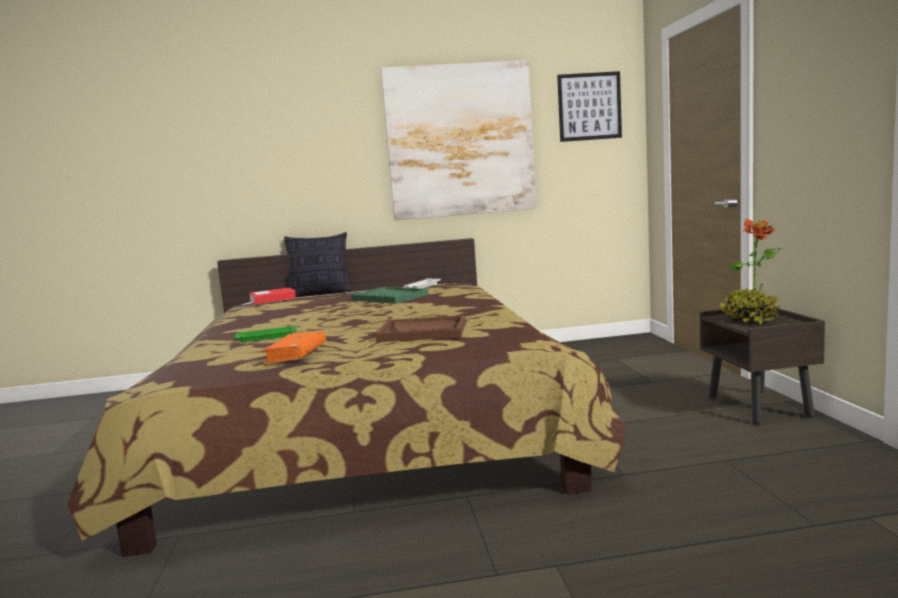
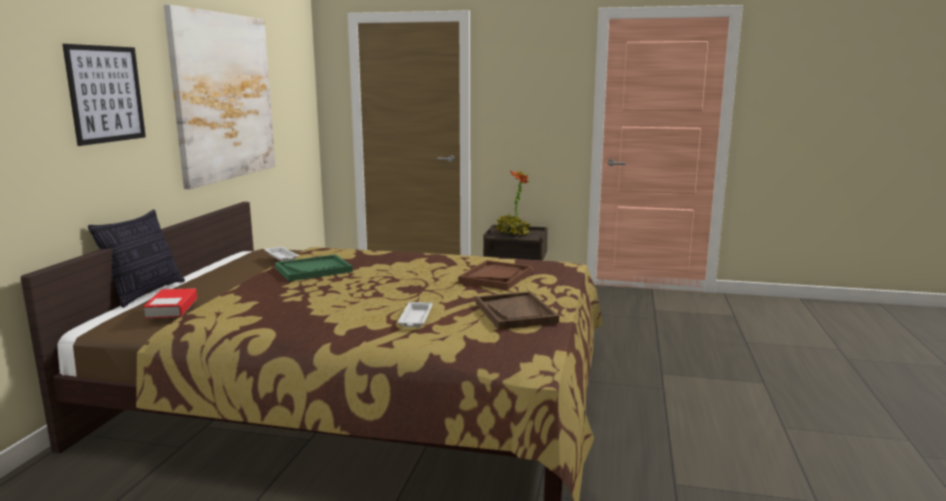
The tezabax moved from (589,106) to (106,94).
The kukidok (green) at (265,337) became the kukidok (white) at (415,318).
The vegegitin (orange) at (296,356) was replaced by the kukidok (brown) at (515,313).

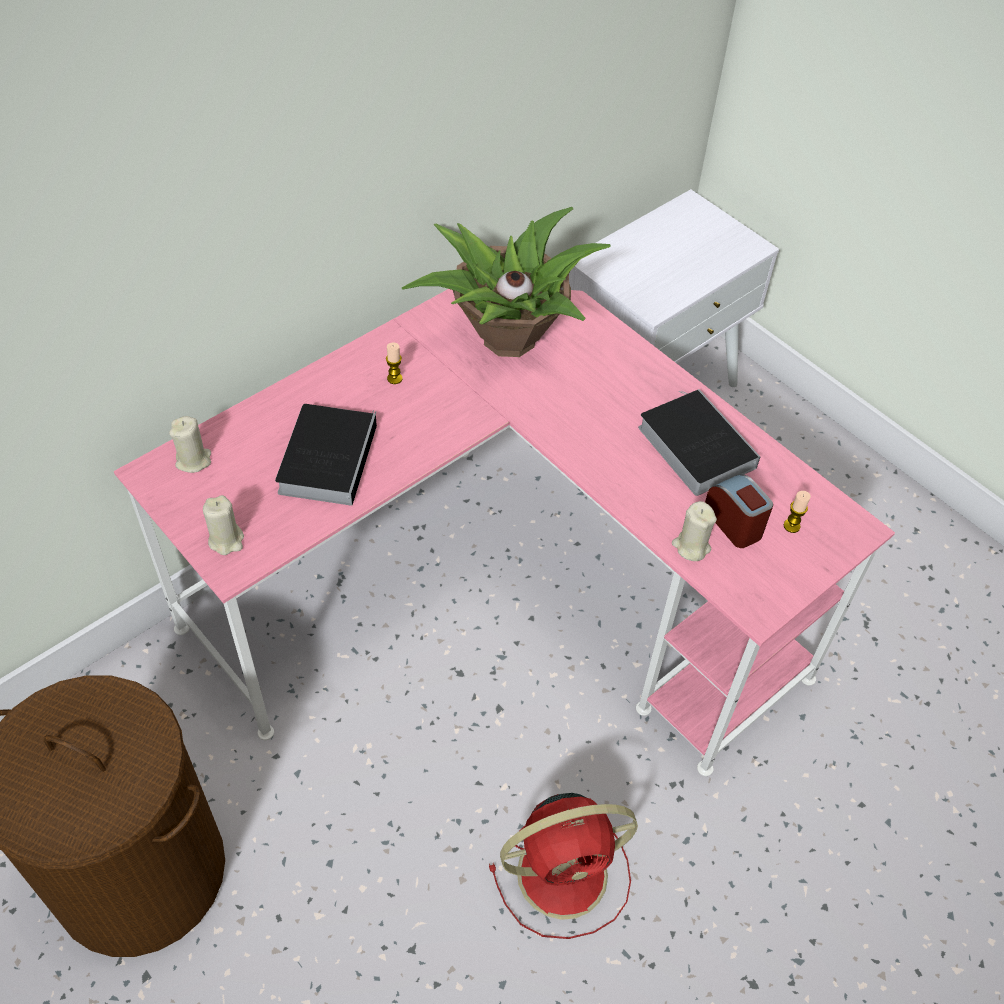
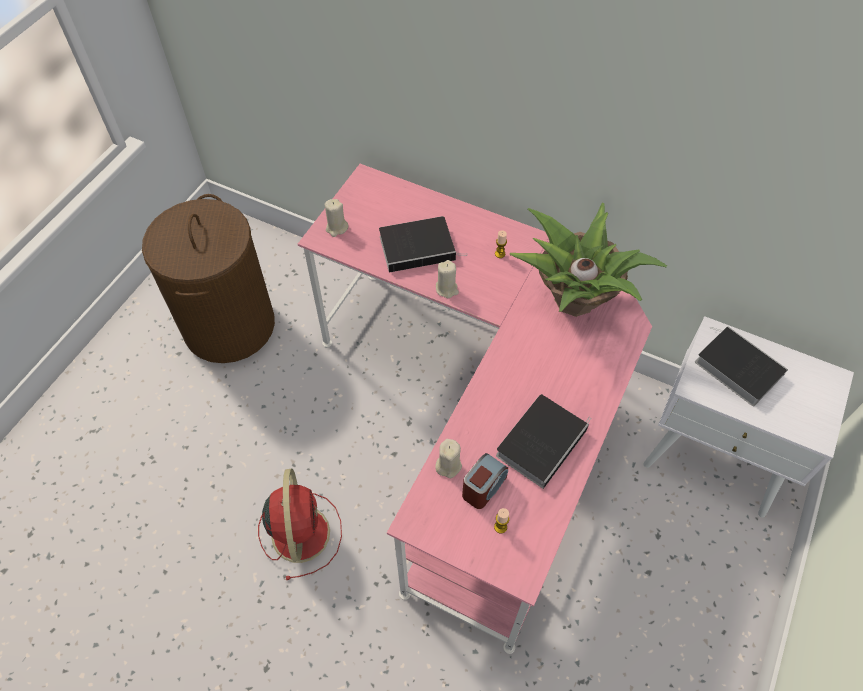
The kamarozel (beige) moved from (193,460) to (447,289).
The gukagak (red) at (566,872) turned 150 degrees counterclockwise.
The vegegitin at (735,367) appeared.

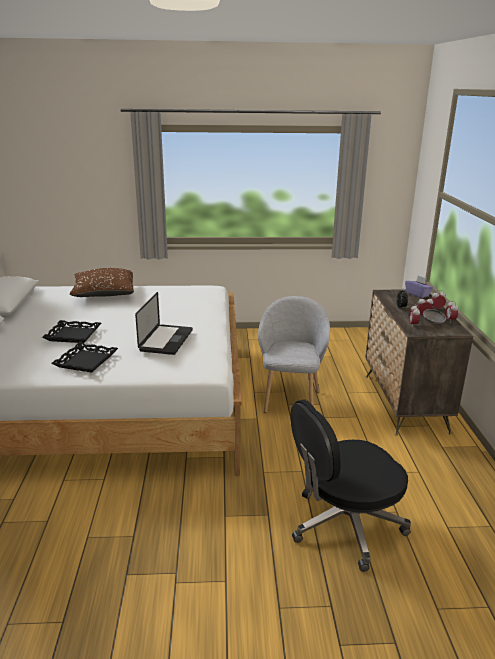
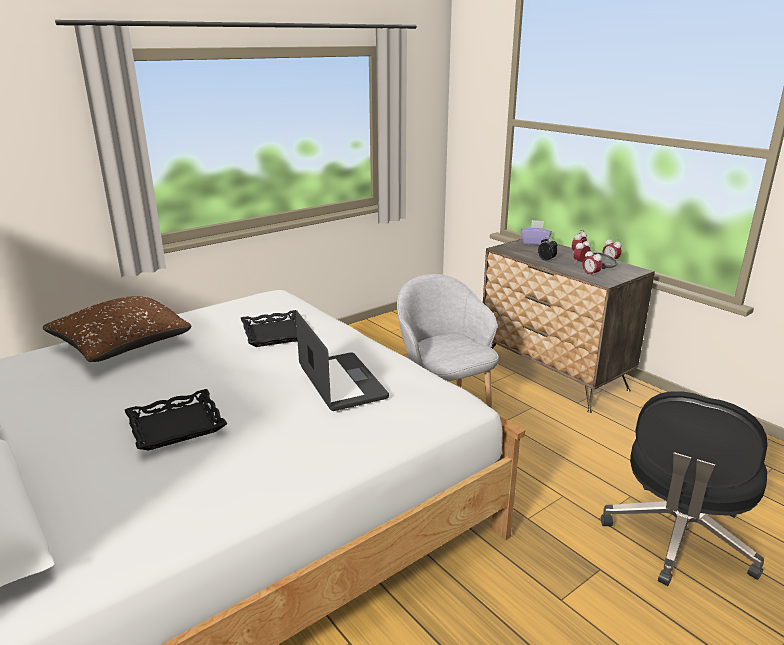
The kukidok (black) moved from (85,361) to (274,333).

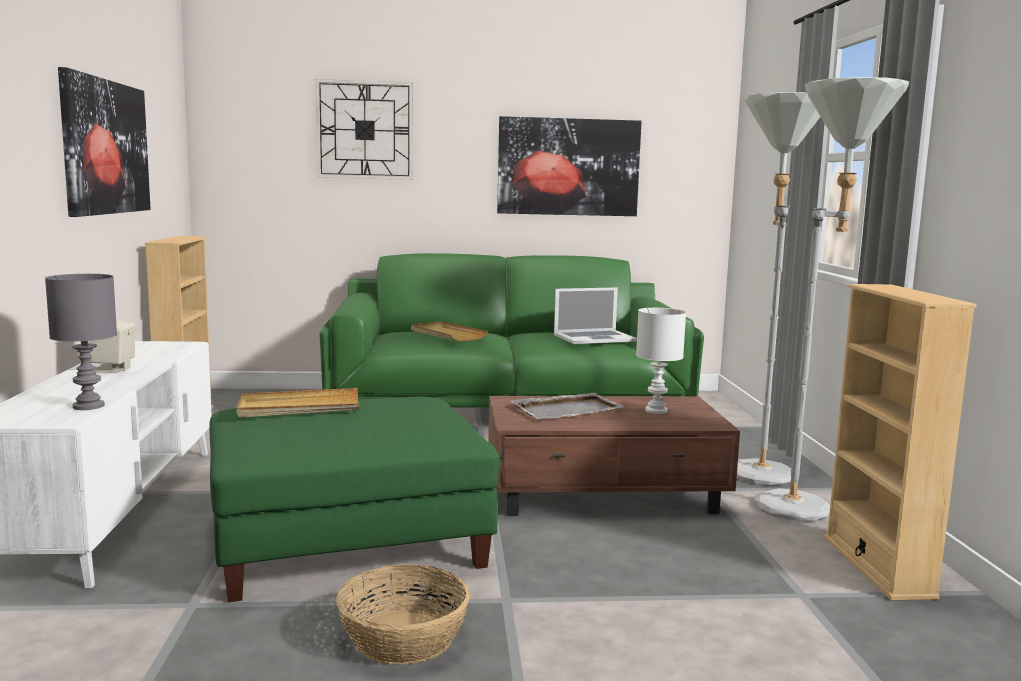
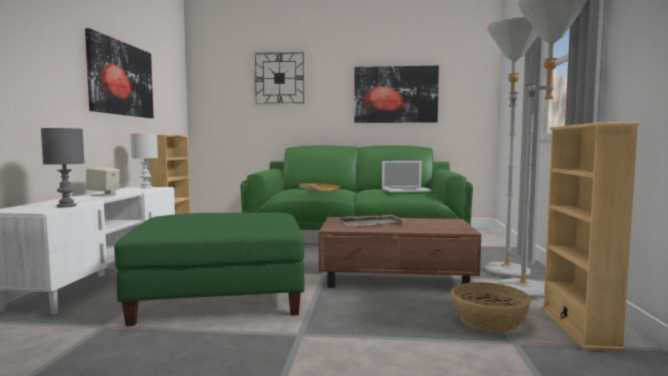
The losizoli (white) moved from (656,410) to (146,187).
The kukidok (beige) at (299,408) disappeared.
The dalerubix moved from (402,638) to (488,320).

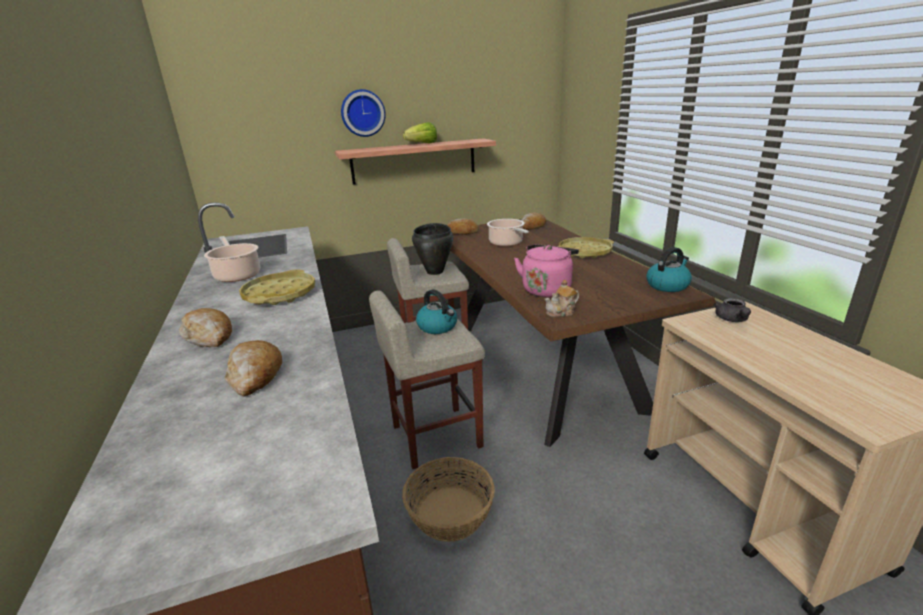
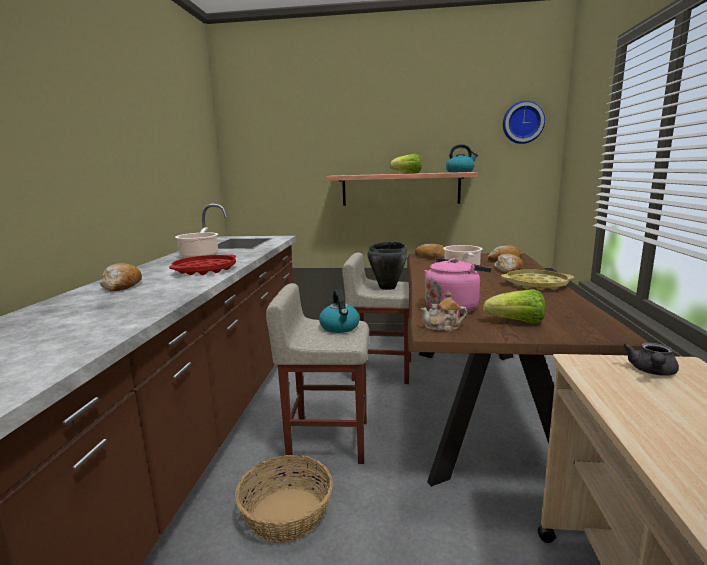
The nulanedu moved from (362,113) to (522,122).
The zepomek moved from (667,285) to (460,172).
The kukidok (yellow) at (280,294) became the kukidok (red) at (205,270).
The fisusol moved from (255,375) to (508,270).
The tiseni at (516,322) appeared.

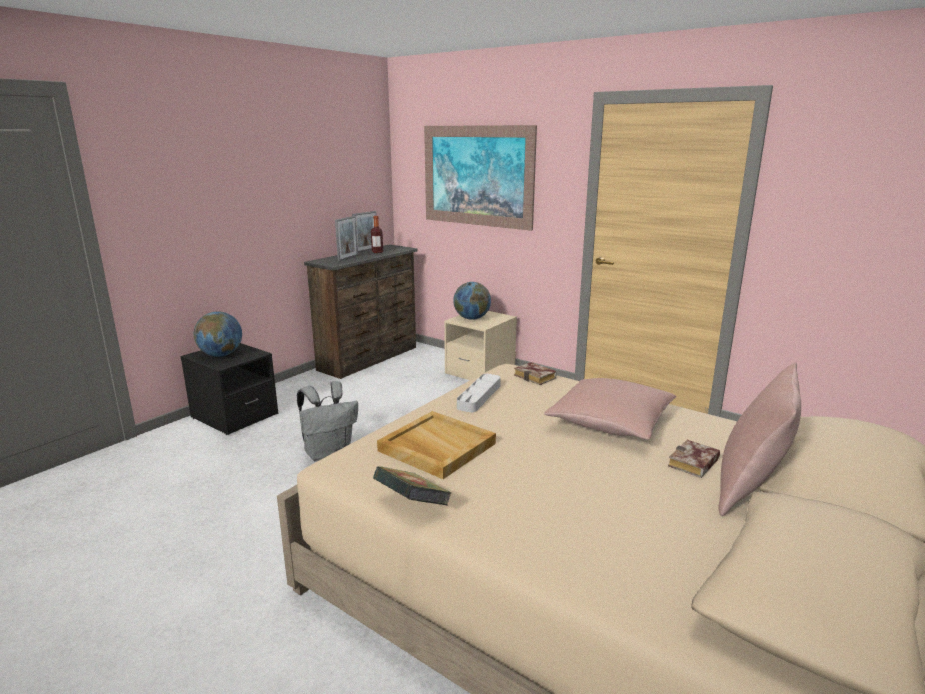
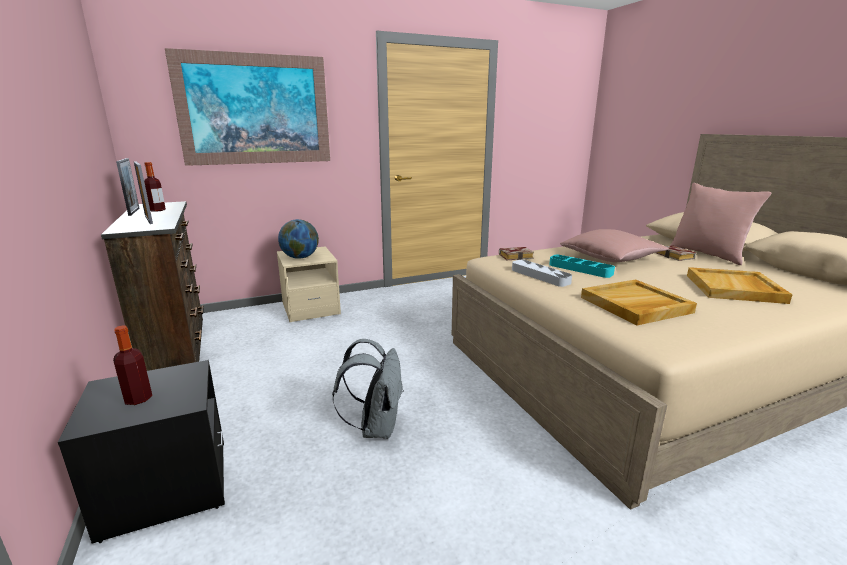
The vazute at (221,355) was replaced by the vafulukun at (138,399).
The vegegitin at (412,505) disappeared.
The kukidok (turquoise) at (580,269) appeared.
The kukidok (beige) at (735,288) appeared.

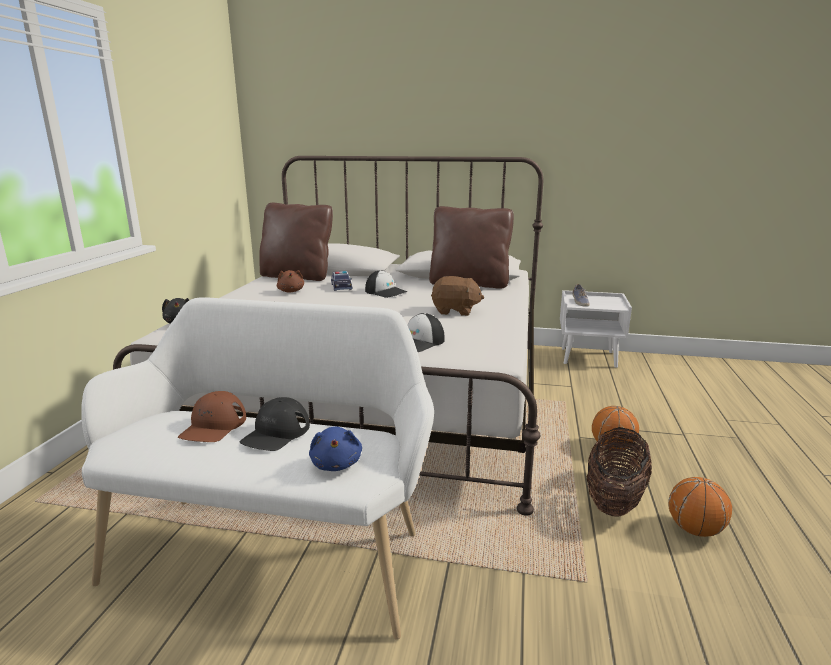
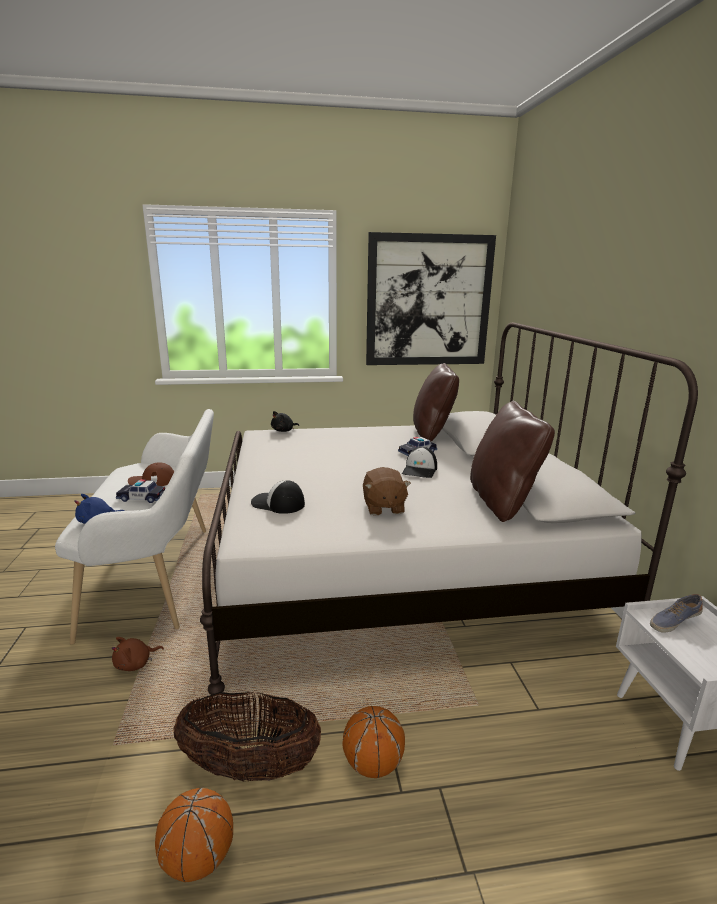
The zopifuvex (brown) moved from (291,291) to (135,664).
The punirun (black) at (276,433) was replaced by the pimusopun at (142,498).
The tezabax at (428,301) appeared.

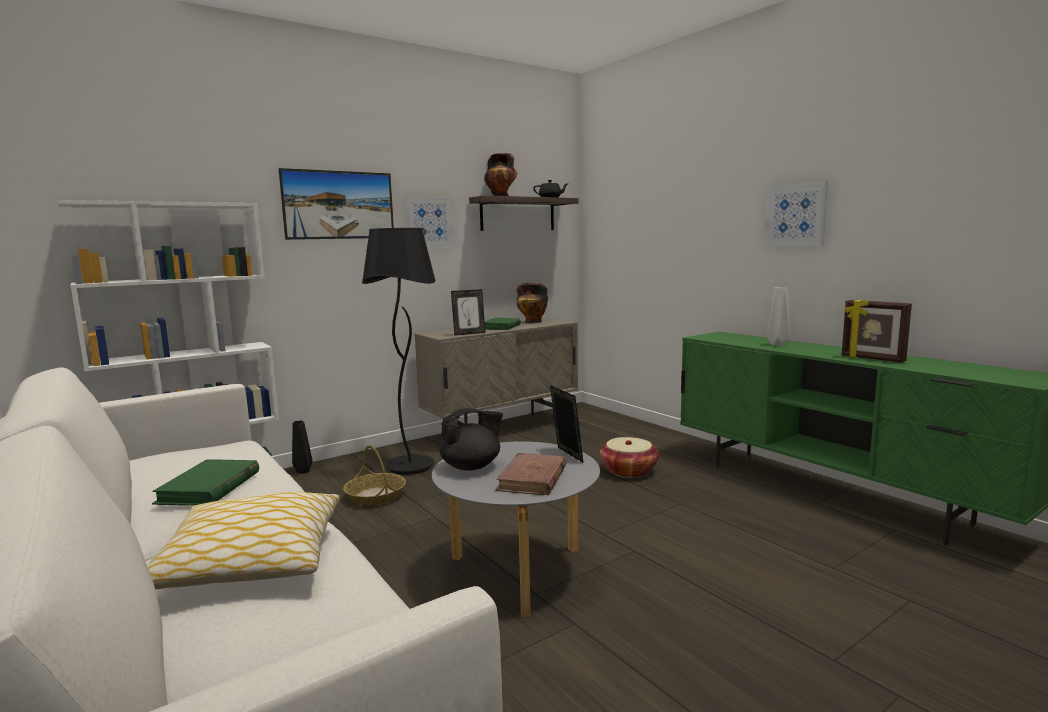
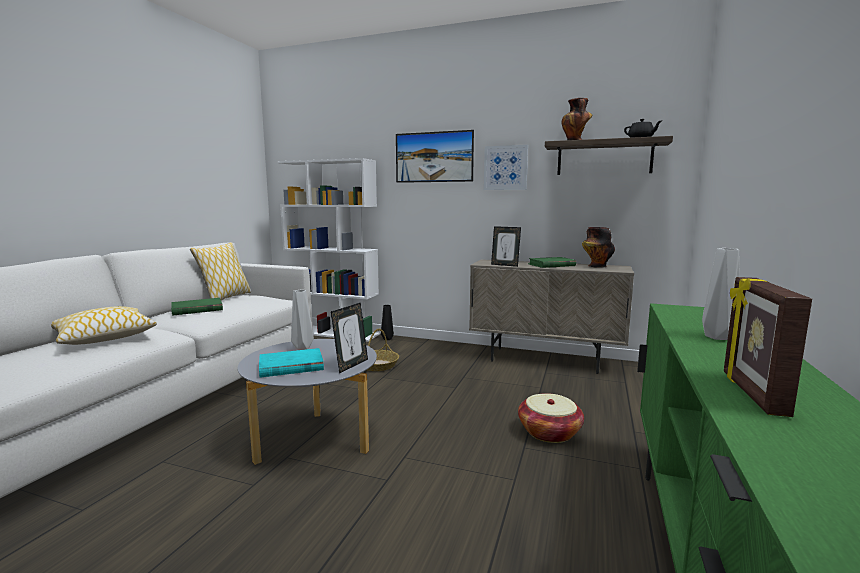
The tezabax at (796,215) disappeared.
The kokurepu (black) at (410,466) disappeared.
The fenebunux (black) at (472,466) was replaced by the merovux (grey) at (302,348).
The vegegitin (brown) at (532,478) became the vegegitin (turquoise) at (290,366).
The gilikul at (225,298) appeared.

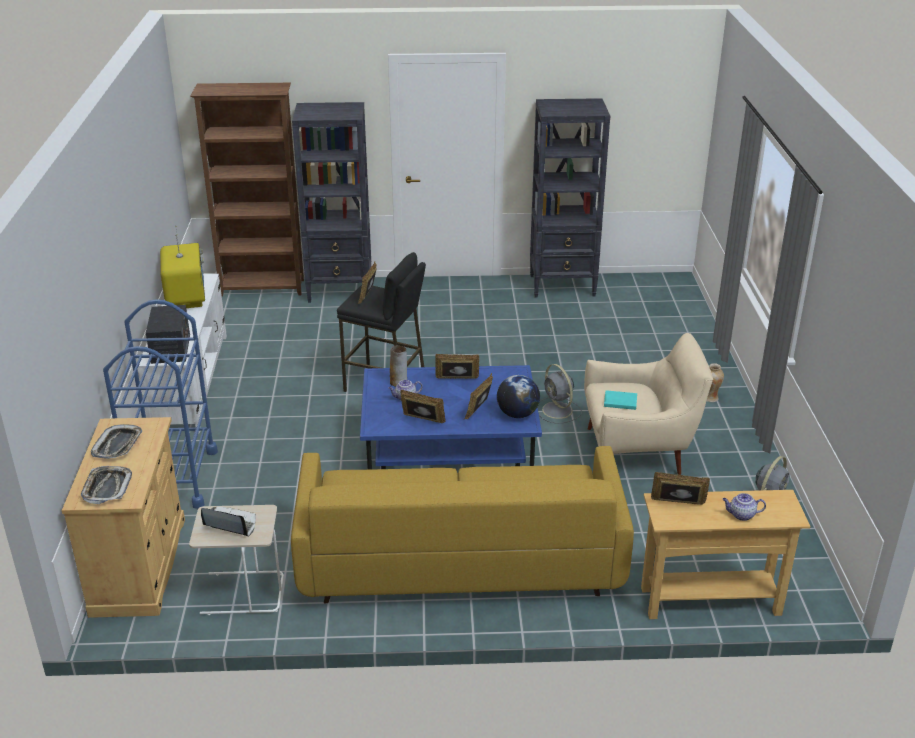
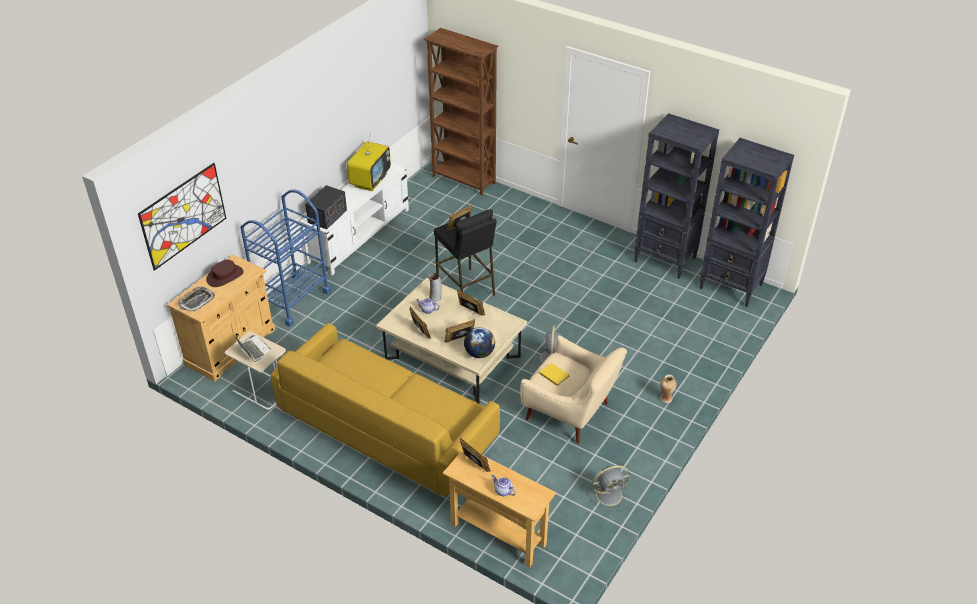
The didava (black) moved from (341,291) to (731,287).
The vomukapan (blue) at (449,454) became the vomukapan (beige) at (452,357).
The vegegitin (turquoise) at (619,401) became the vegegitin (yellow) at (554,374).
The kukidok at (118,445) was replaced by the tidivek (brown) at (225,276).
The tezabax at (183,215) appeared.

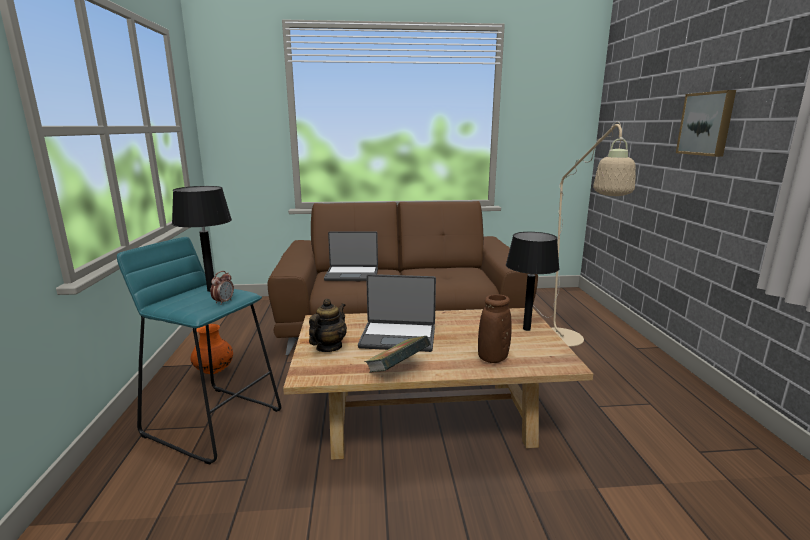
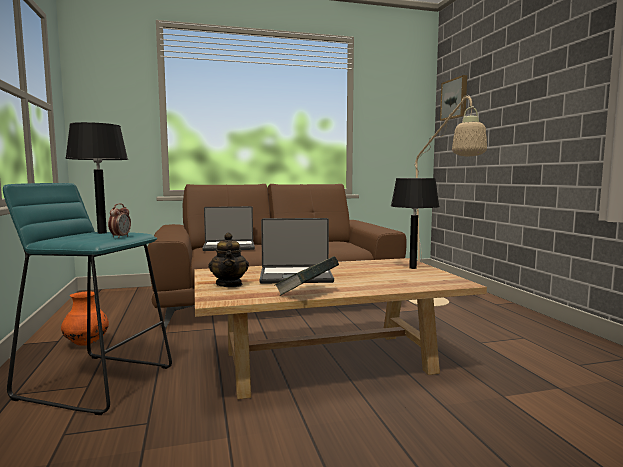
The tezabax moved from (707,124) to (455,99).
The merovux (brown) at (492,358) disappeared.
The fenebunux at (328,347) turned 150 degrees clockwise.

